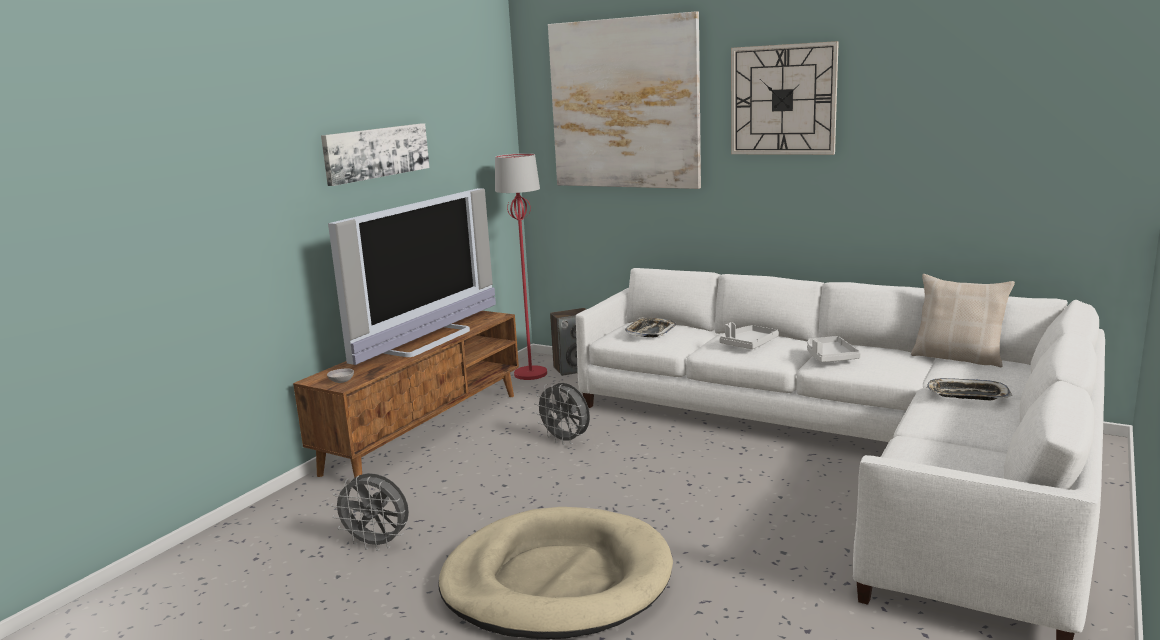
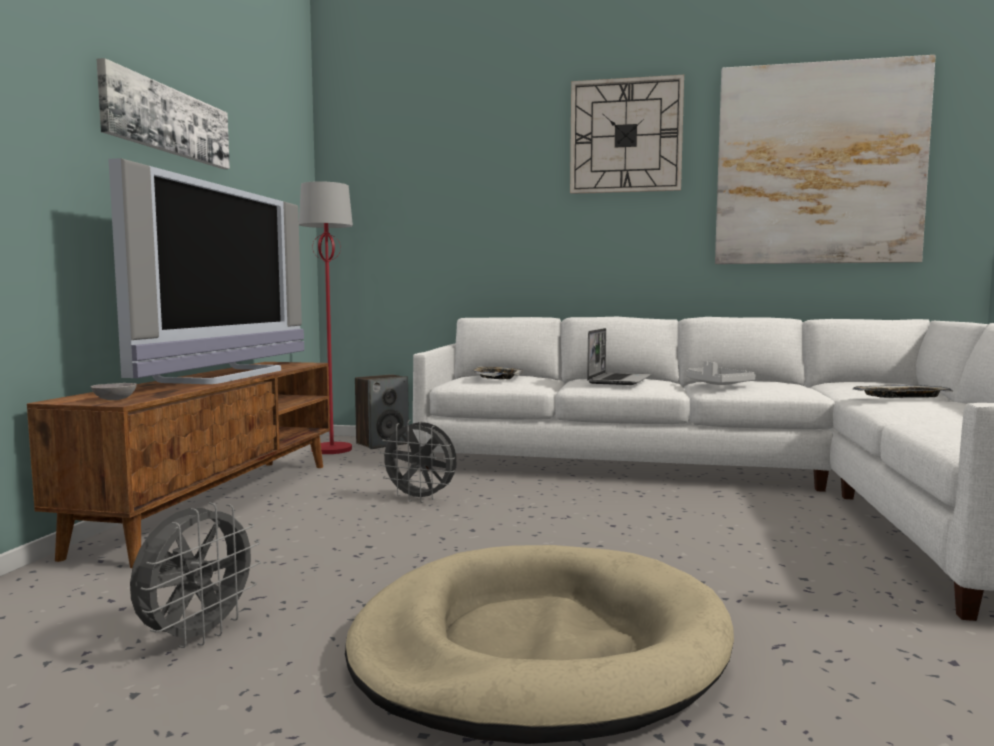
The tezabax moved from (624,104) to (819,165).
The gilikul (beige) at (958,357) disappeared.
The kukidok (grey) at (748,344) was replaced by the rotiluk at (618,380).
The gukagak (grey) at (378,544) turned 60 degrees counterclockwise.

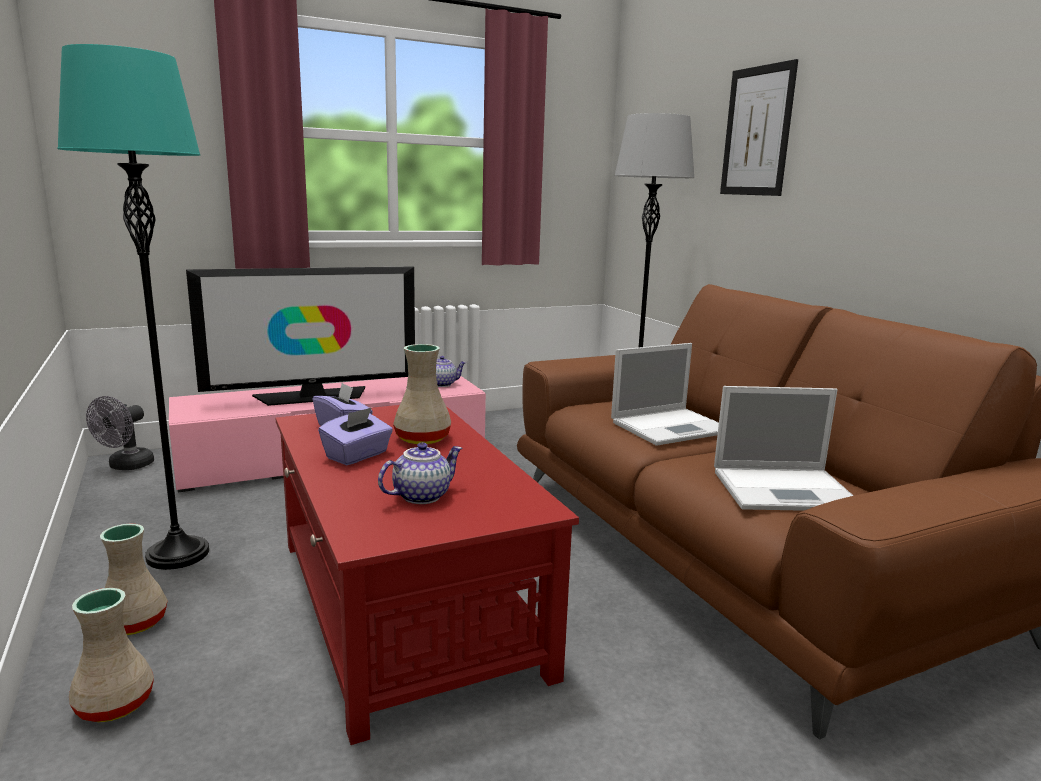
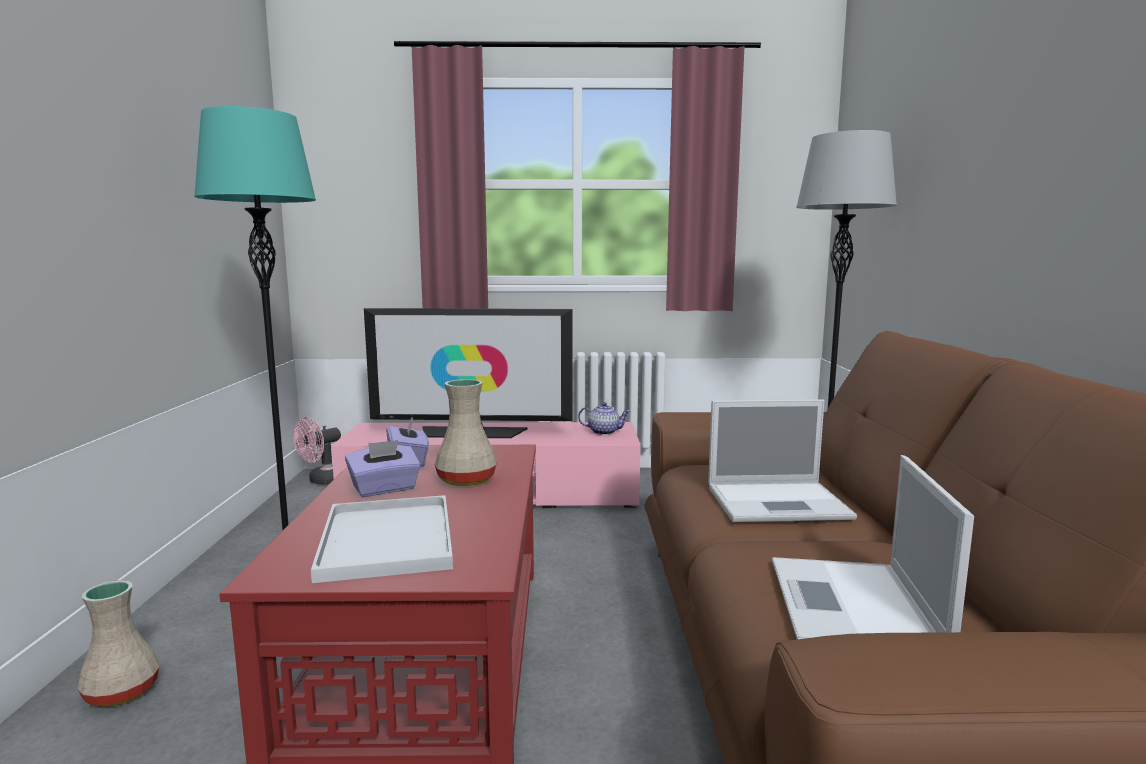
The tezabax at (757,131) disappeared.
The rotiluk at (786,490) turned 75 degrees clockwise.
The gukagak (grey) at (126,466) became the gukagak (pink) at (322,481).
The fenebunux at (421,495) was replaced by the kukidok (white) at (385,538).
The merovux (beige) at (134,622) disappeared.

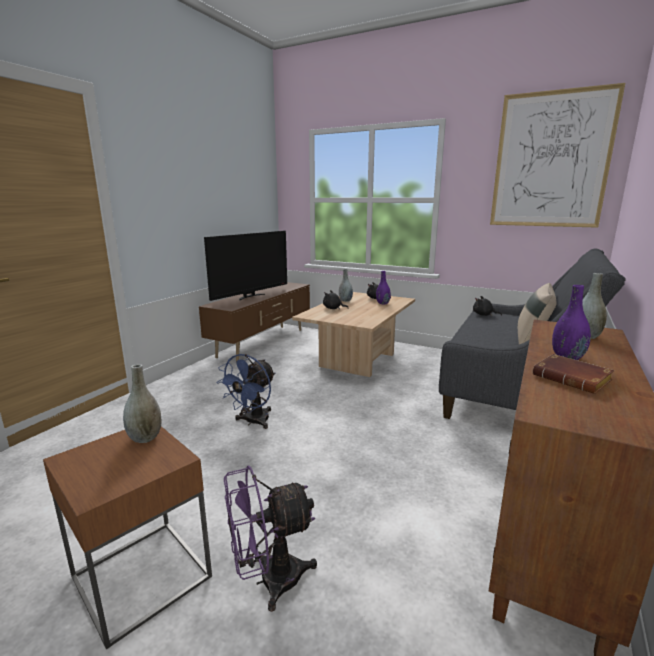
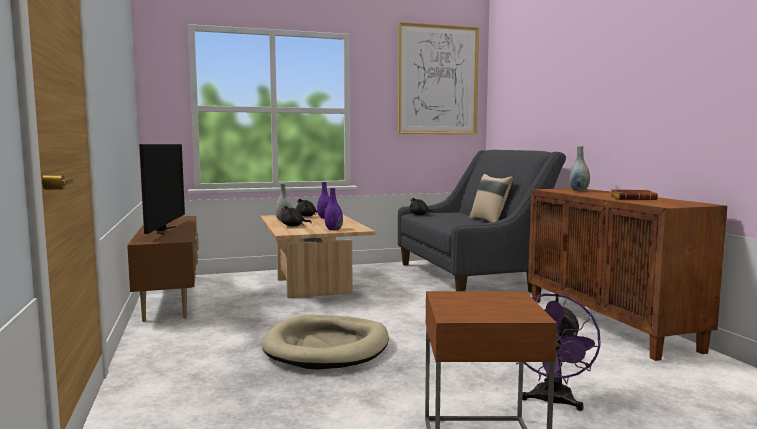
The merovux (purple) moved from (567,357) to (333,229).
The gukagak (blue) at (253,422) was replaced by the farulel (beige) at (327,347).
The merovux (grey) at (145,438) disappeared.

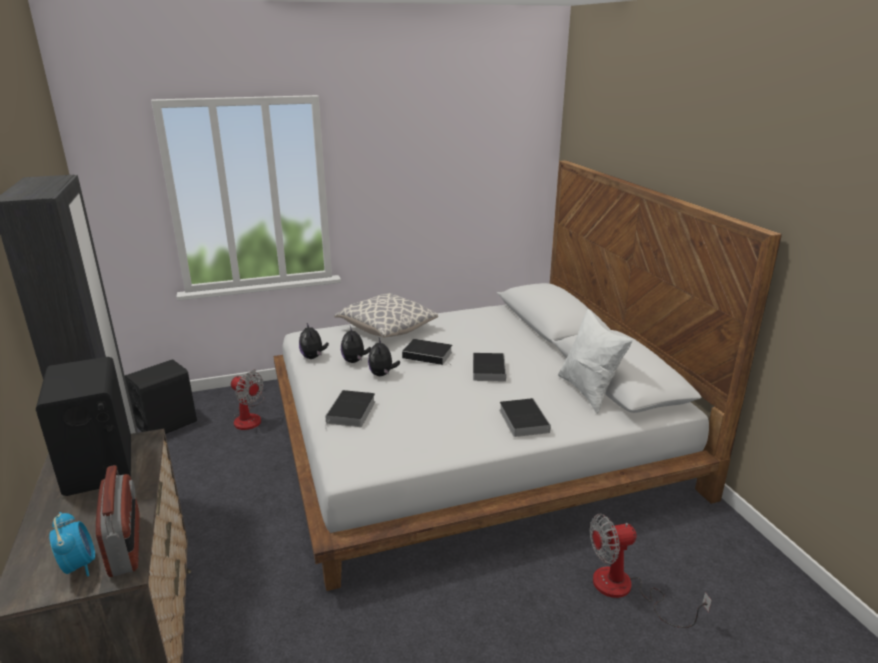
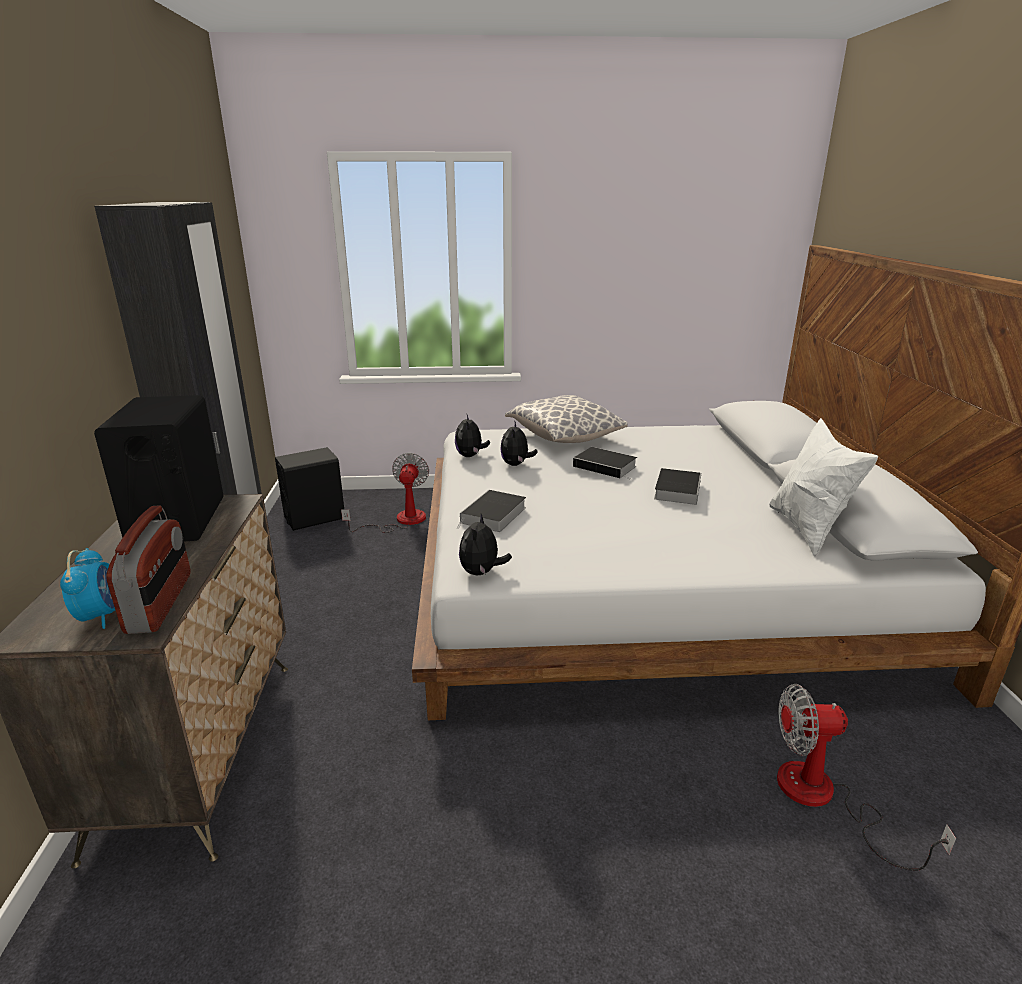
The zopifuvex moved from (382,374) to (482,572).
The gukagak at (249,417) turned 135 degrees counterclockwise.
The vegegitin at (522,420) disappeared.

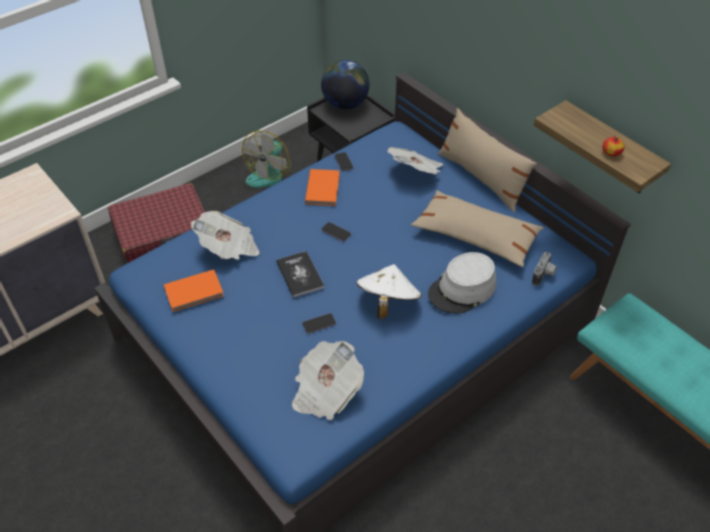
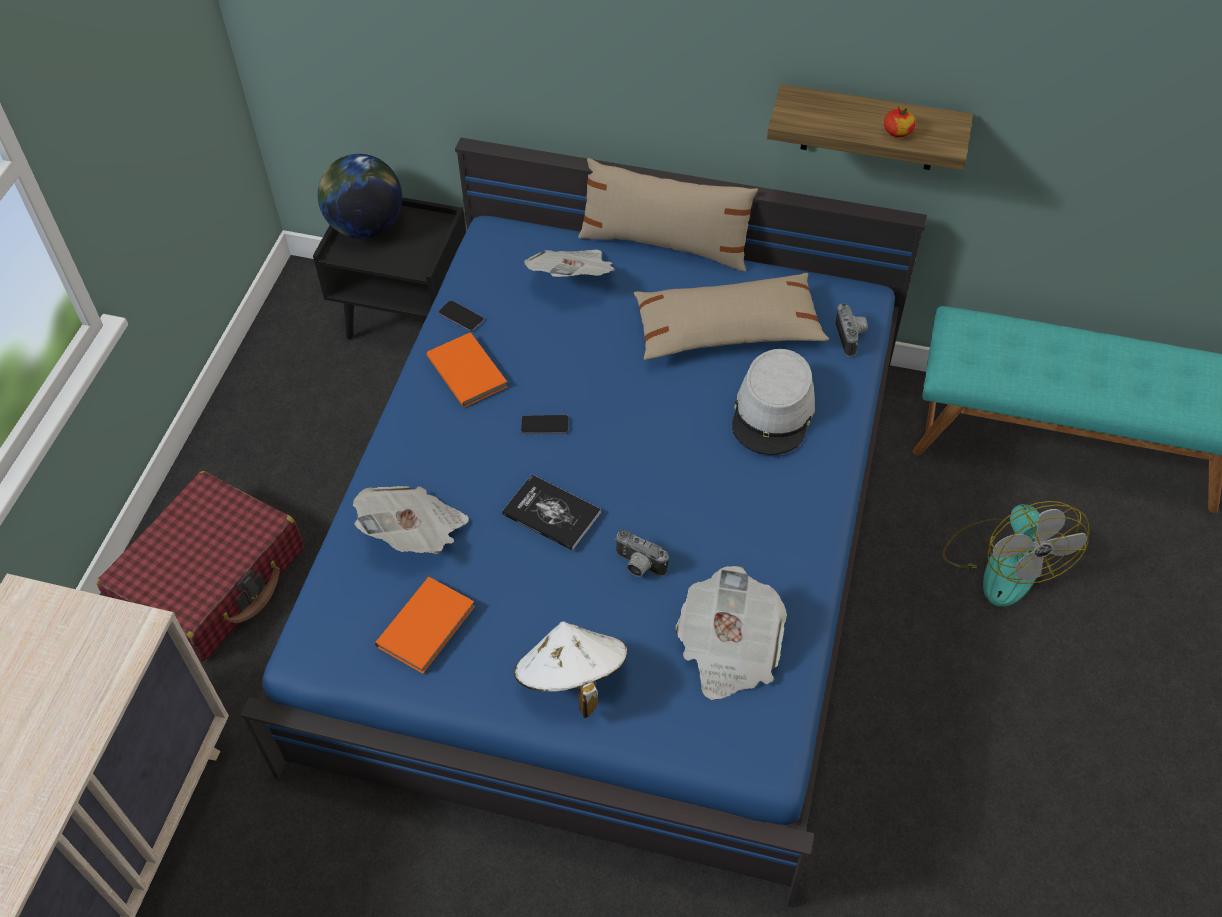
The gukagak moved from (269,173) to (1003,562).
The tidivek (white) moved from (387,302) to (571,680).
The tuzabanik at (319,324) was replaced by the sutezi at (638,566).

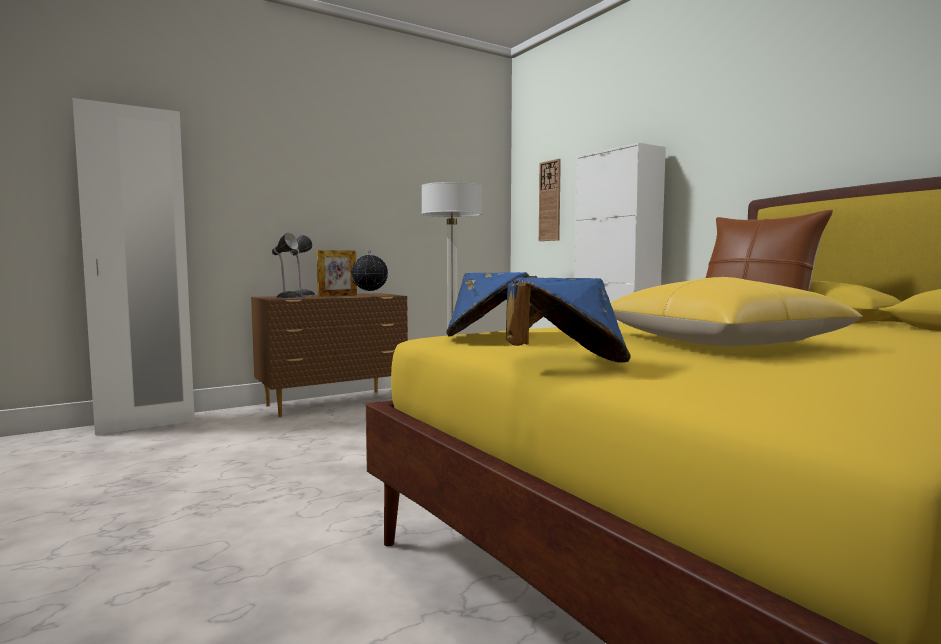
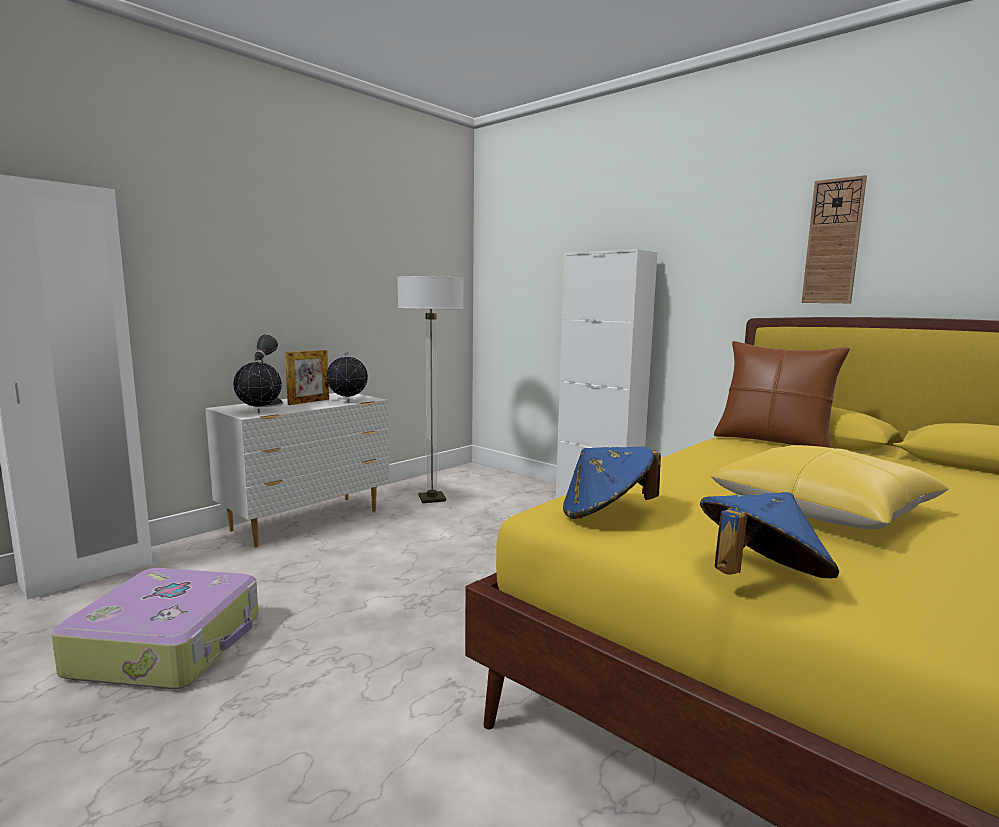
The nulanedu moved from (550,201) to (833,242).
The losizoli at (288,298) was replaced by the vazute at (259,412).
The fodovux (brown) at (334,403) became the fodovux (white) at (308,520).
The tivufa at (170,645) appeared.

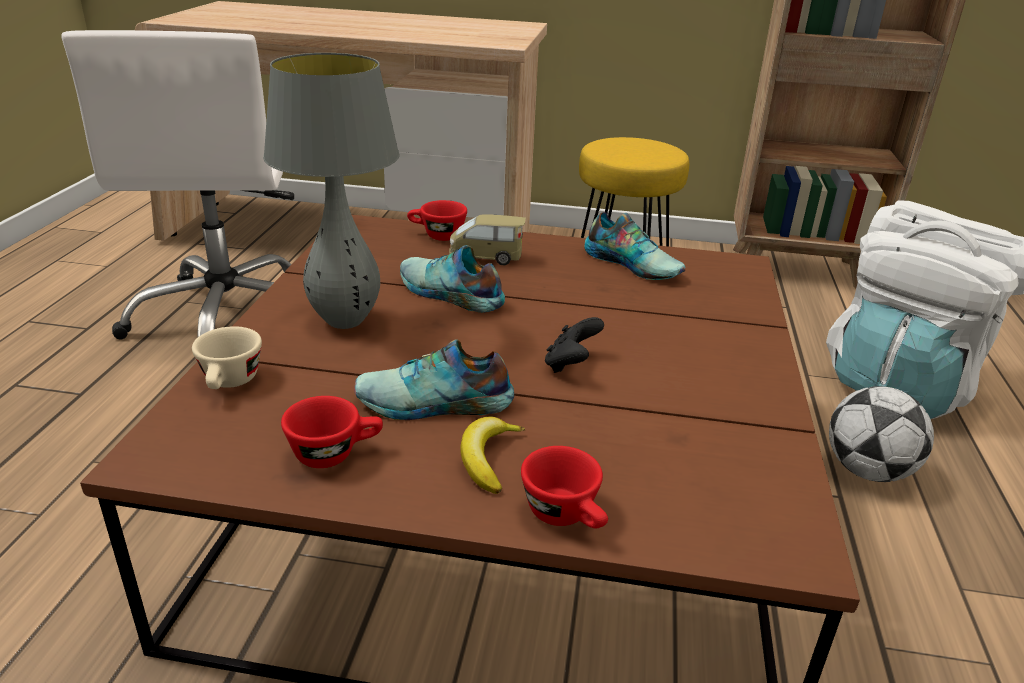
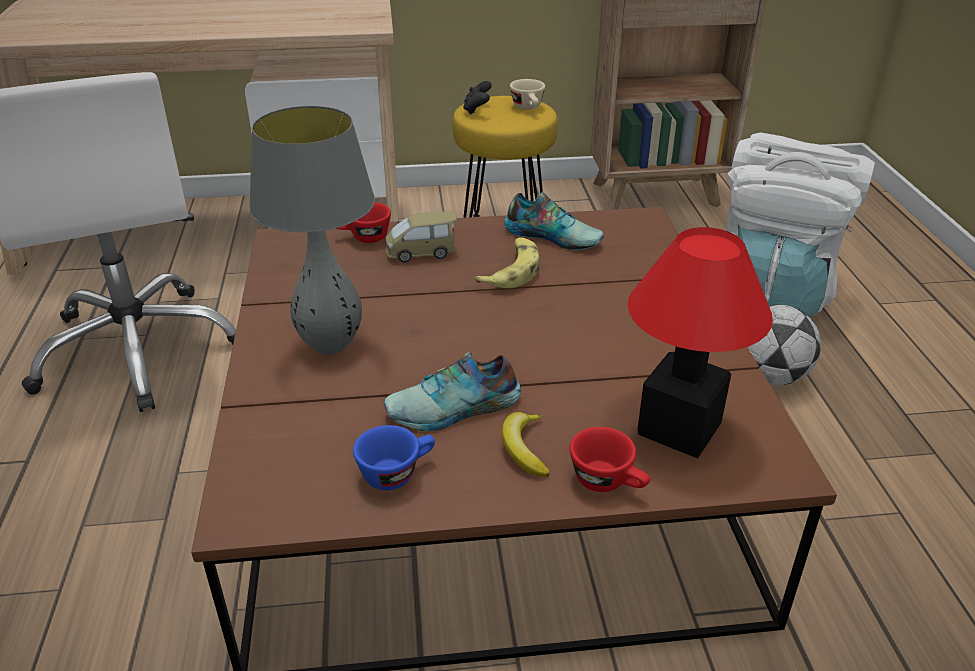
The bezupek at (449,294) disappeared.
The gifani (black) moved from (571,364) to (477,110).
The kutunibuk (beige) moved from (230,383) to (529,108).
The kutunibuk (red) at (335,452) became the kutunibuk (blue) at (397,472).
The losizoli at (680,426) appeared.
The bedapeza at (512,271) appeared.

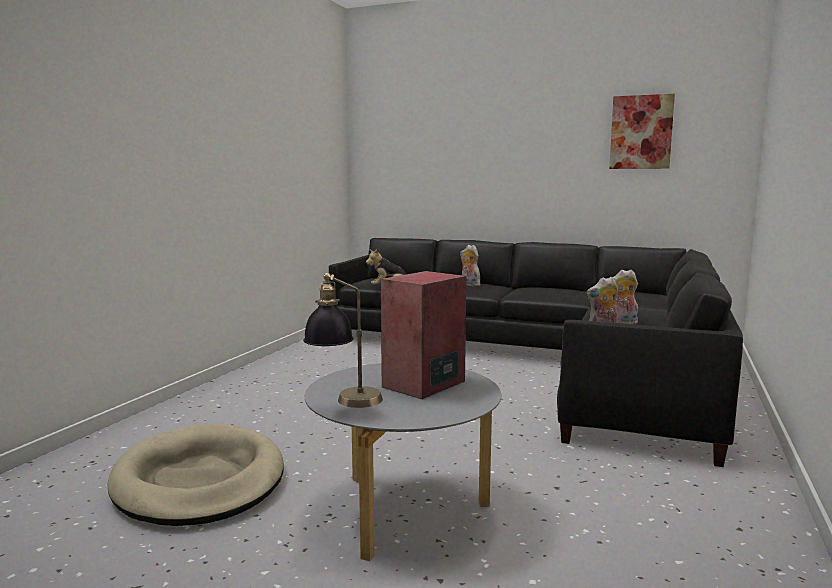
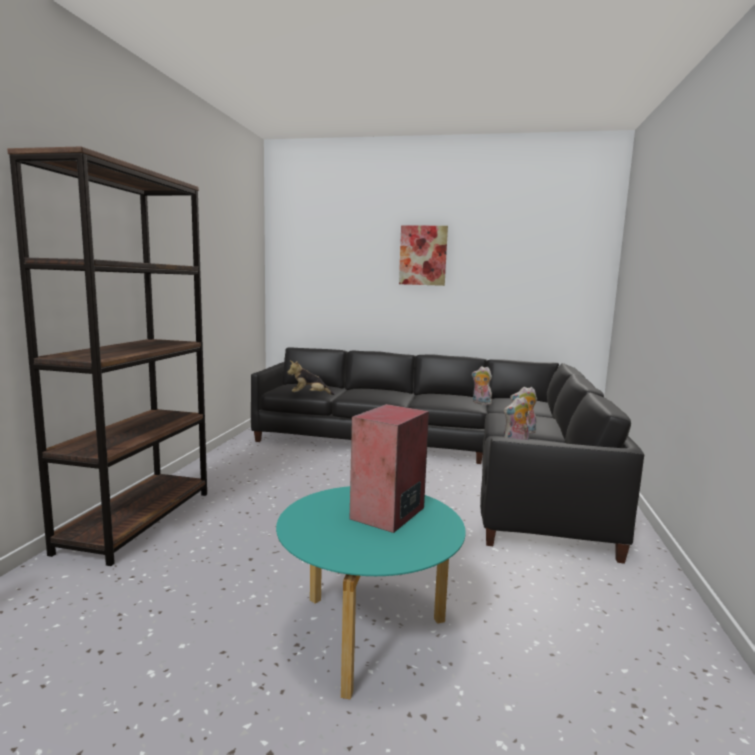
The tezabax moved from (641,132) to (423,255).
The zopifuvex moved from (469,285) to (480,403).
The losizoli at (345,404) disappeared.
The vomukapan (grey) at (404,511) became the vomukapan (turquoise) at (367,634).
The farulel (beige) at (199,481) disappeared.
The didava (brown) at (138,520) appeared.

